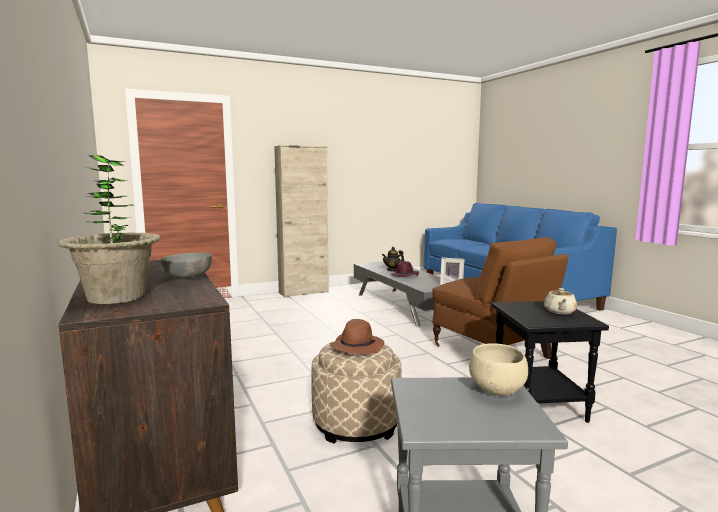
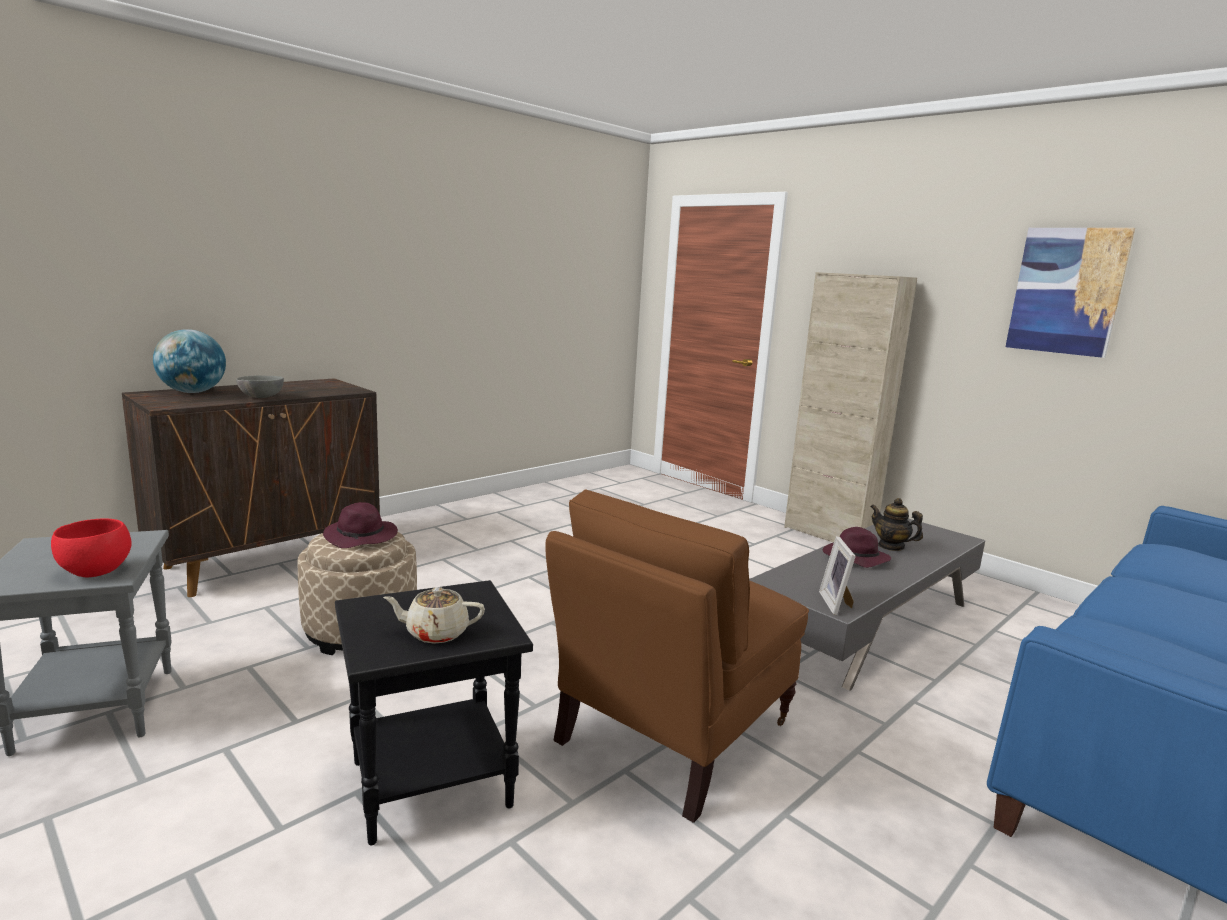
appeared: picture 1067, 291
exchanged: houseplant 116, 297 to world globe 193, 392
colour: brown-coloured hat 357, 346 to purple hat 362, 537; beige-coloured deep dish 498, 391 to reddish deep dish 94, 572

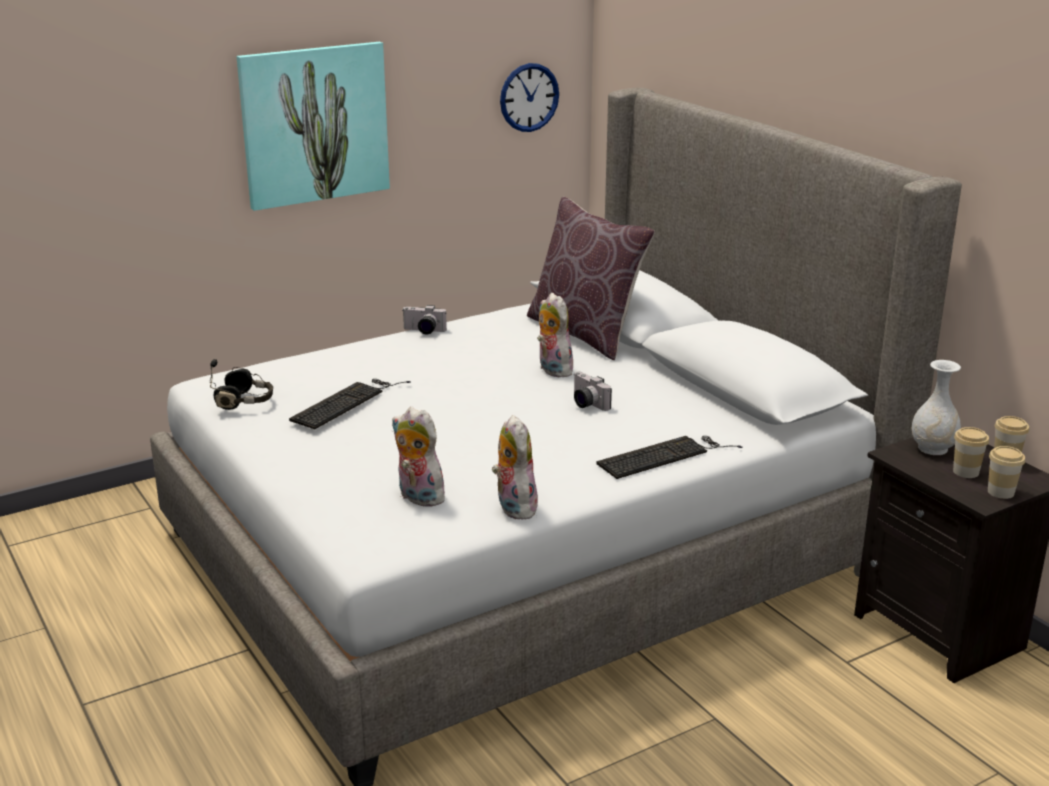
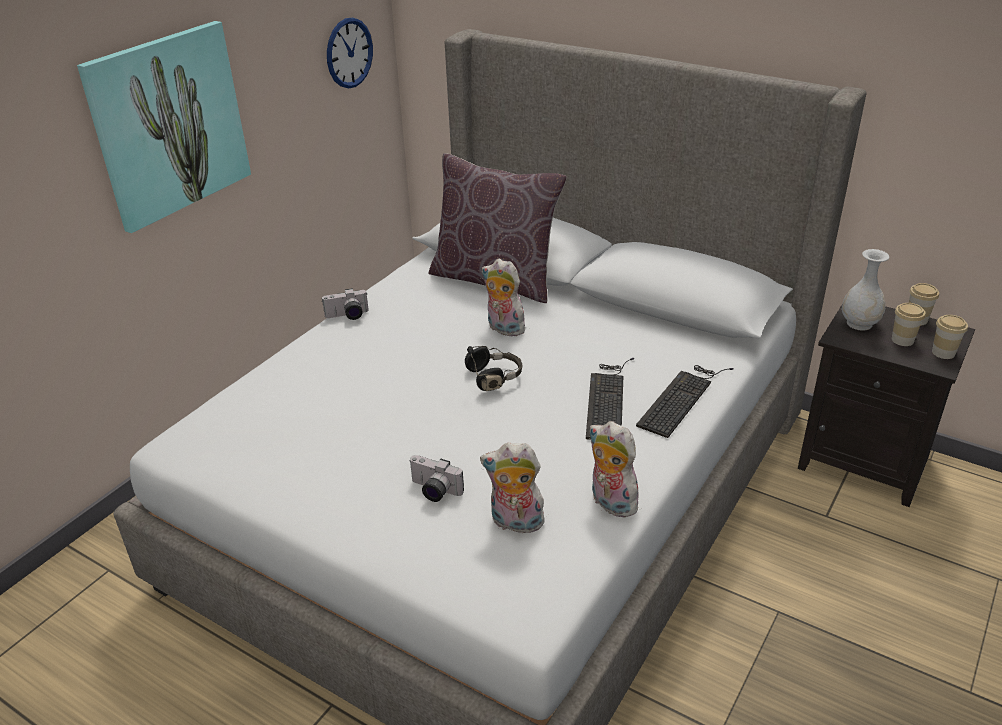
relocated: blackish headphones 245, 402 to 494, 377; keyboard 347, 402 to 607, 399; photo camera 586, 404 to 433, 491

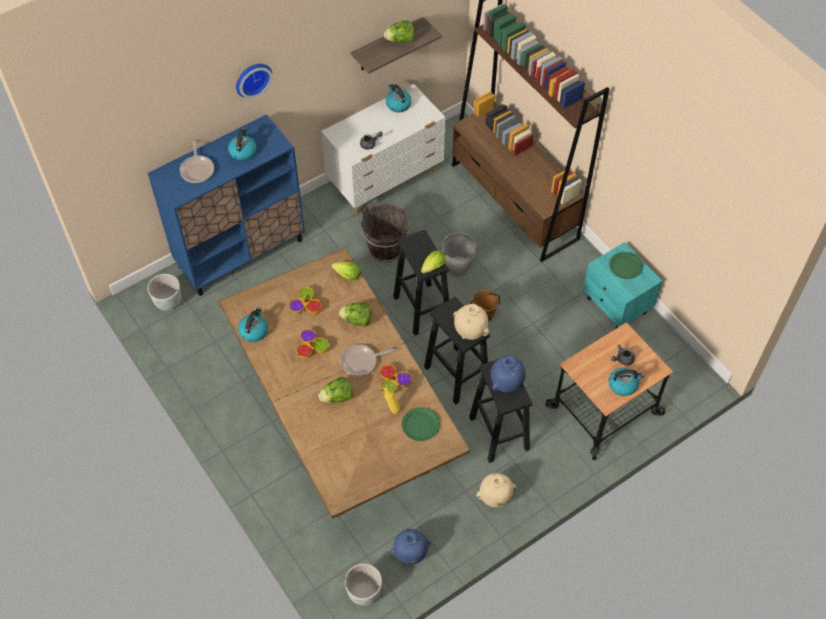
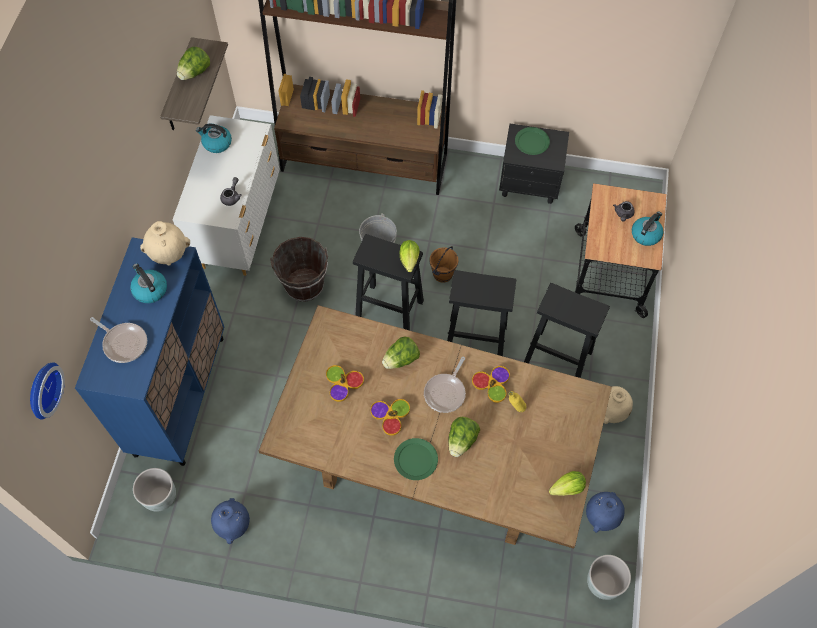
missing: tea kettle 254, 331
relocated: hanging clock 252, 78 to 42, 389; lettuce head 346, 275 to 565, 489; greenish dinner plate 420, 425 to 415, 460; beige-coloured vase 470, 332 to 170, 255; bluish vase 506, 383 to 233, 525
colour: turquoise bedside table 616, 306 to blackish bedside table 530, 184

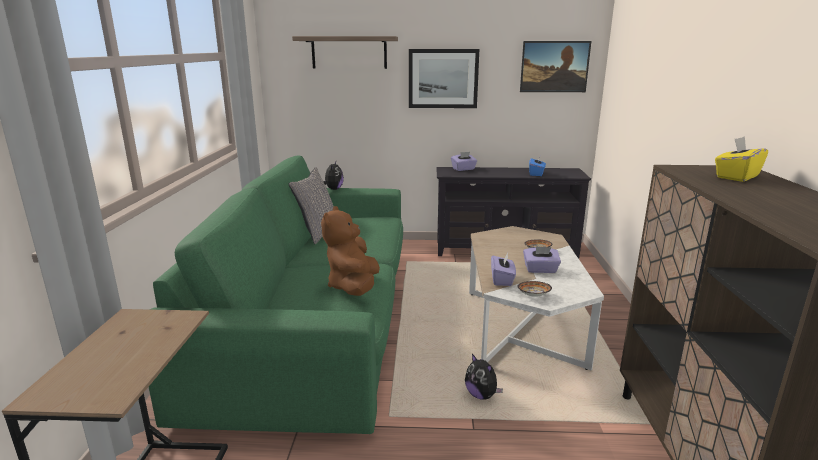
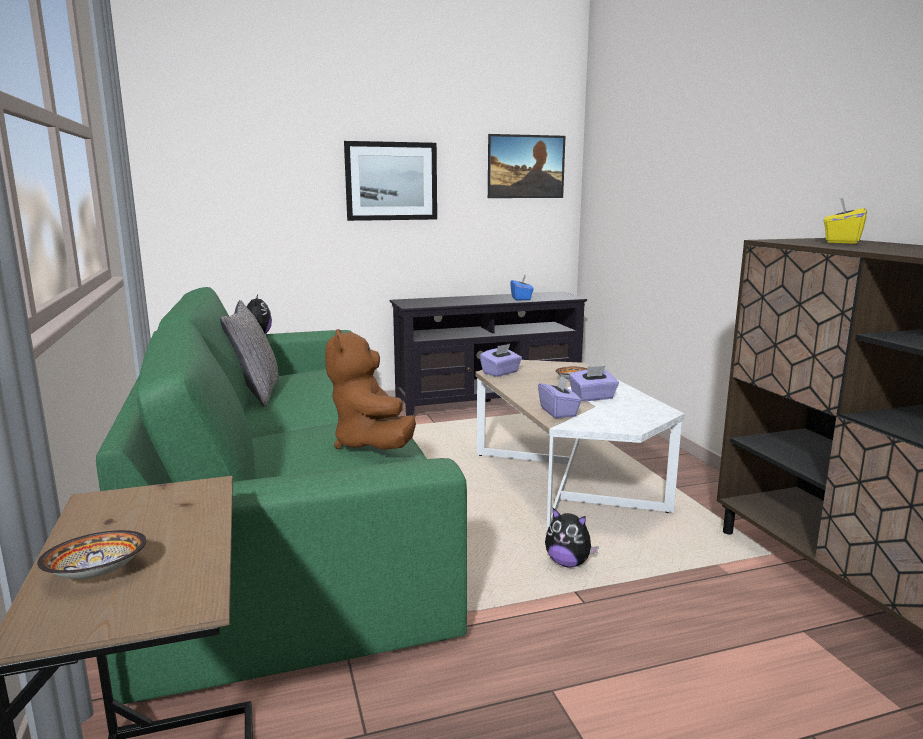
missing: shelf 349, 52
relocated: purple tissue holder 463, 169 to 500, 373; deep dish 534, 295 to 99, 574

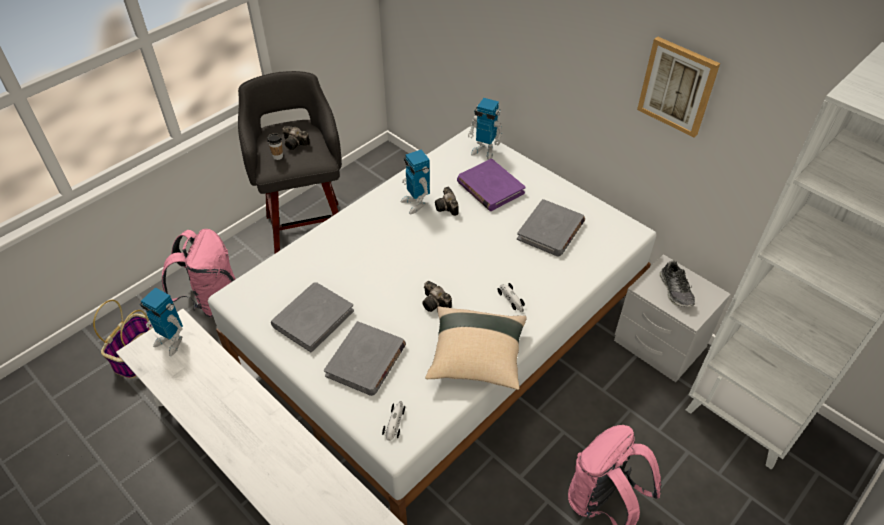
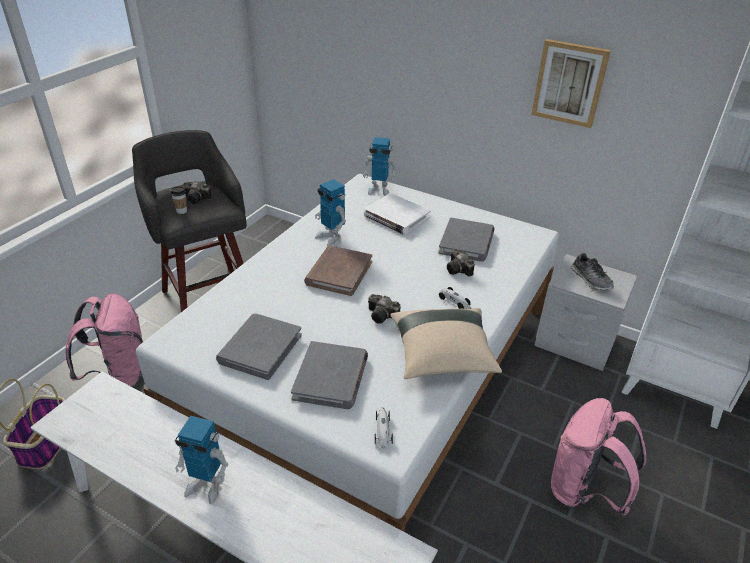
appeared: brown-coloured book 339, 273
relocated: model robot 171, 341 to 206, 485; photo camera 447, 208 to 459, 270
colour: purple book 490, 187 to white book 396, 217

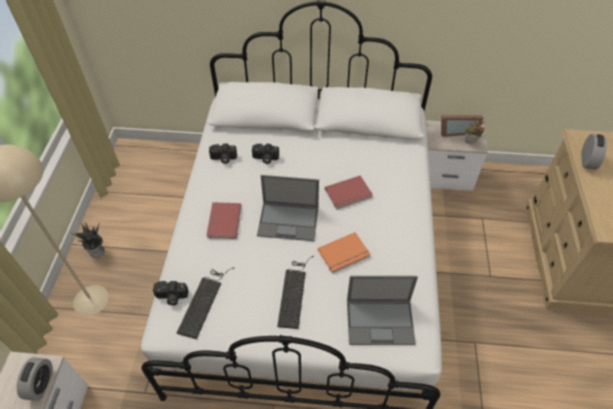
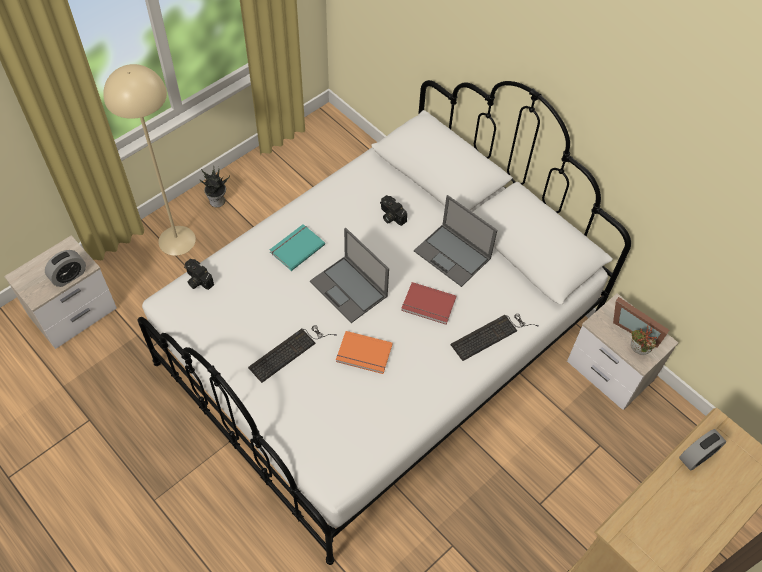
missing: photo camera 223, 158
relocated: keyboard 204, 300 to 492, 335; laptop 381, 321 to 453, 255
colour: reddish book 223, 221 to turquoise book 296, 248

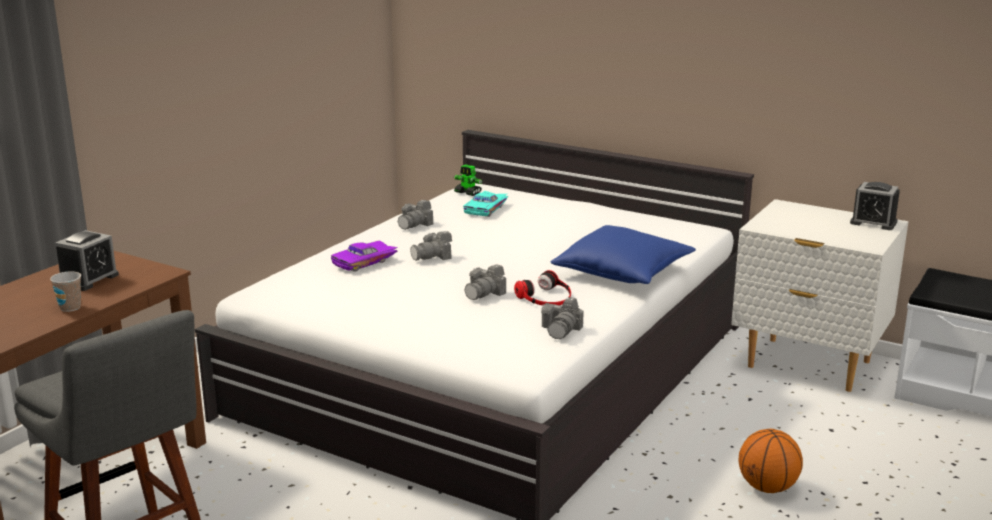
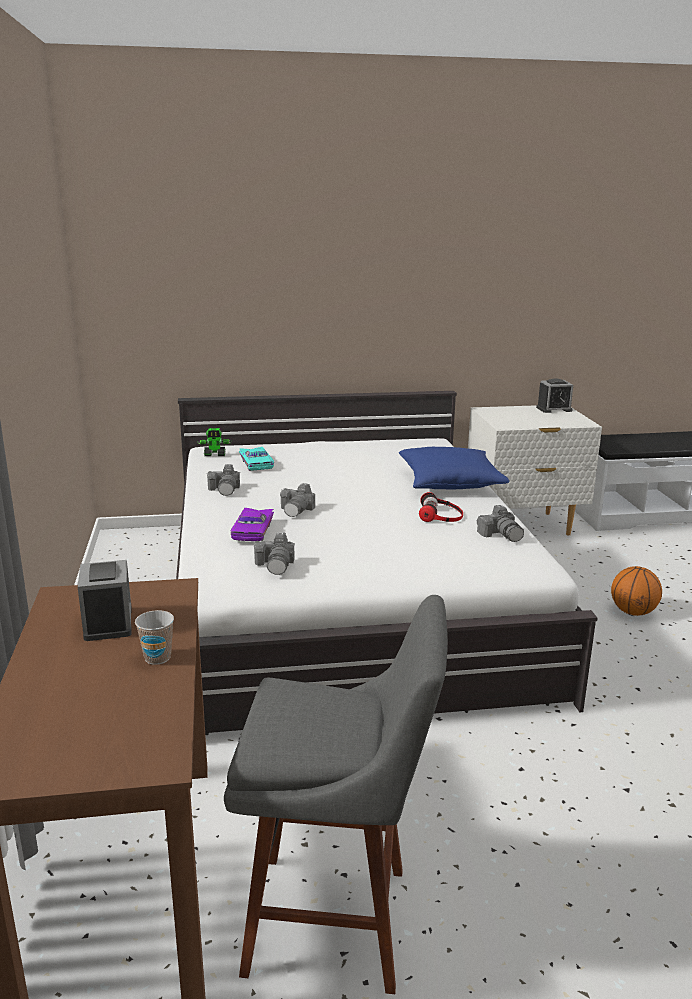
relocated: photo camera 485, 293 to 276, 565

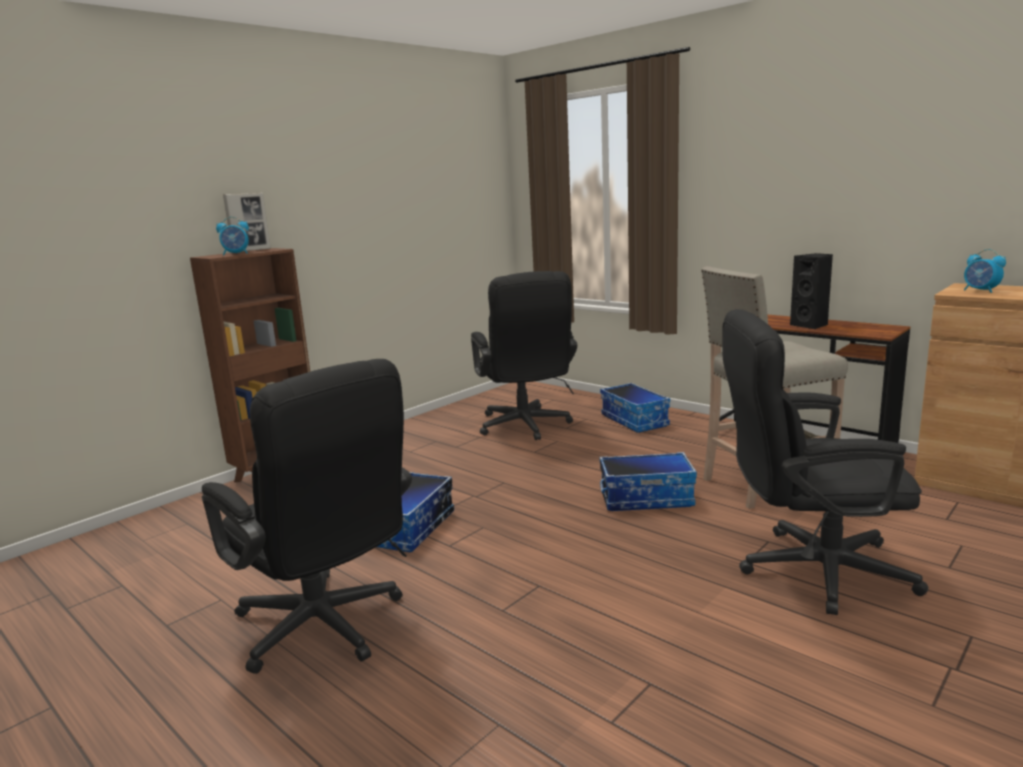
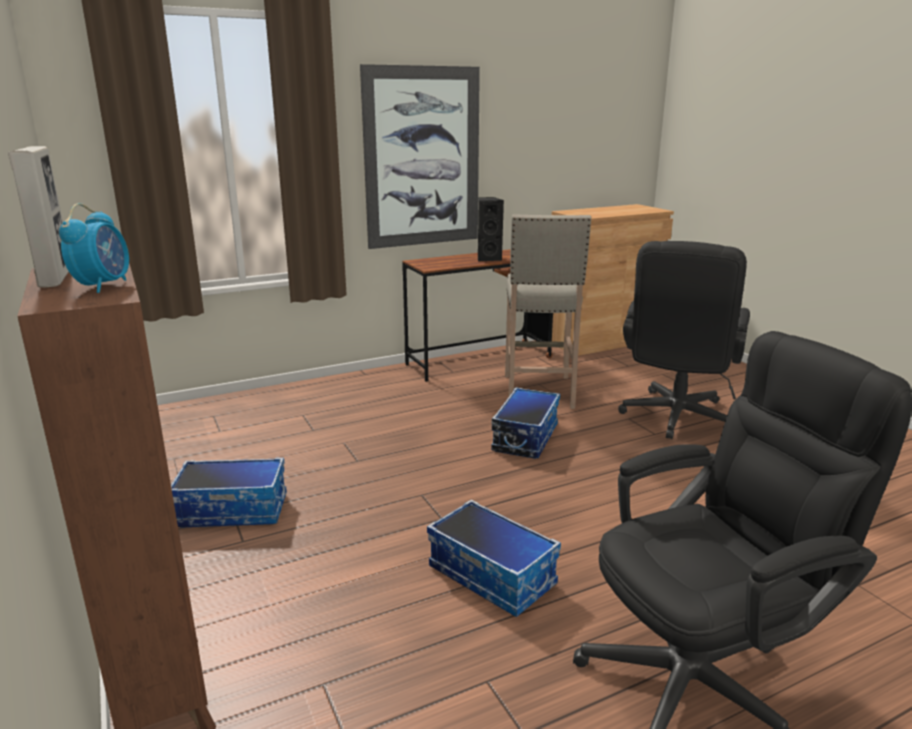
missing: blackish desk chair 526, 427; table clock 981, 291
appeared: picture 422, 158
relocated: storage box 635, 420 to 234, 510

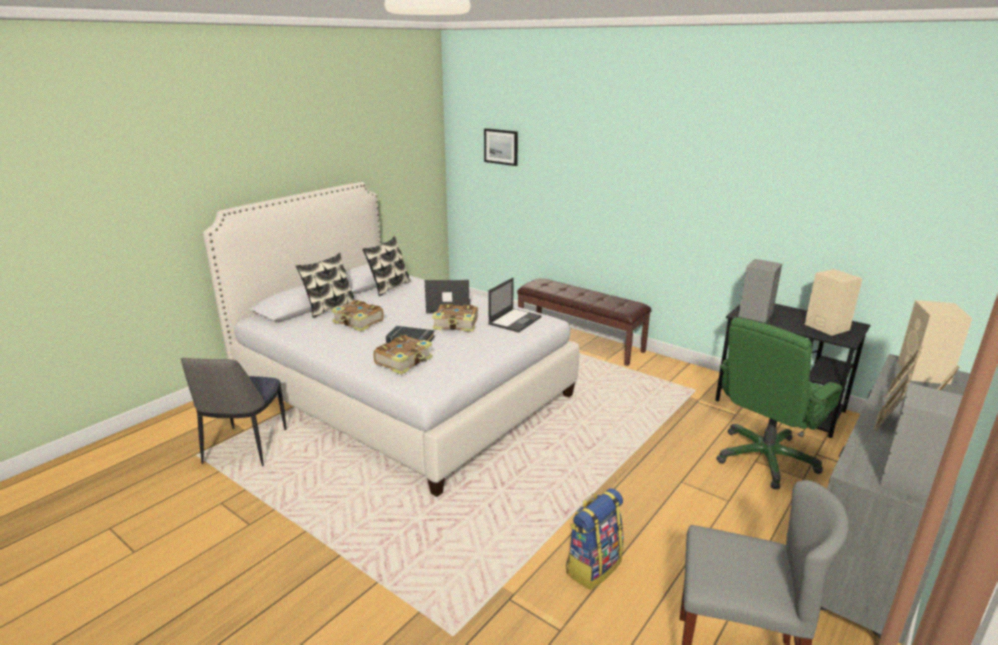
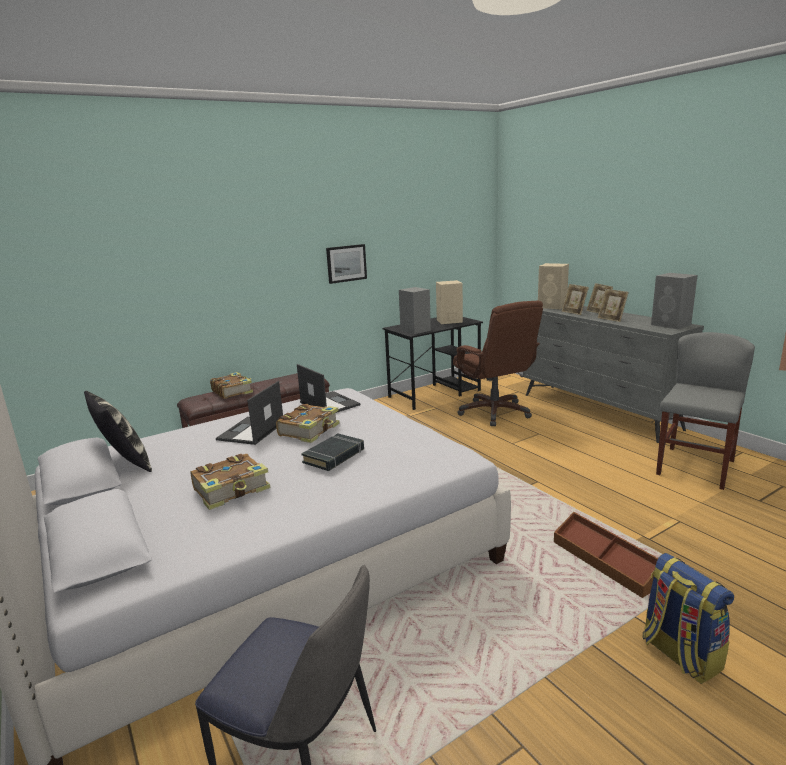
missing: pillow 329, 308
appeared: brown-coloured storage box 605, 563
relocated: book 404, 361 to 232, 391; picture 501, 146 to 346, 263; backpack 593, 566 to 679, 654
colour: greenish desk chair 765, 458 to brown-coloured desk chair 495, 412

